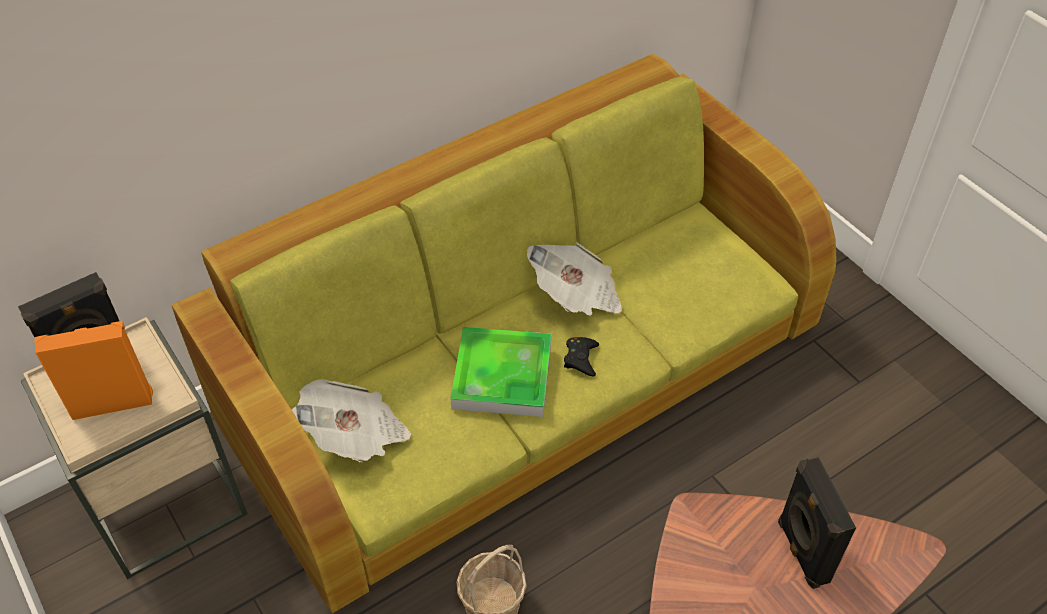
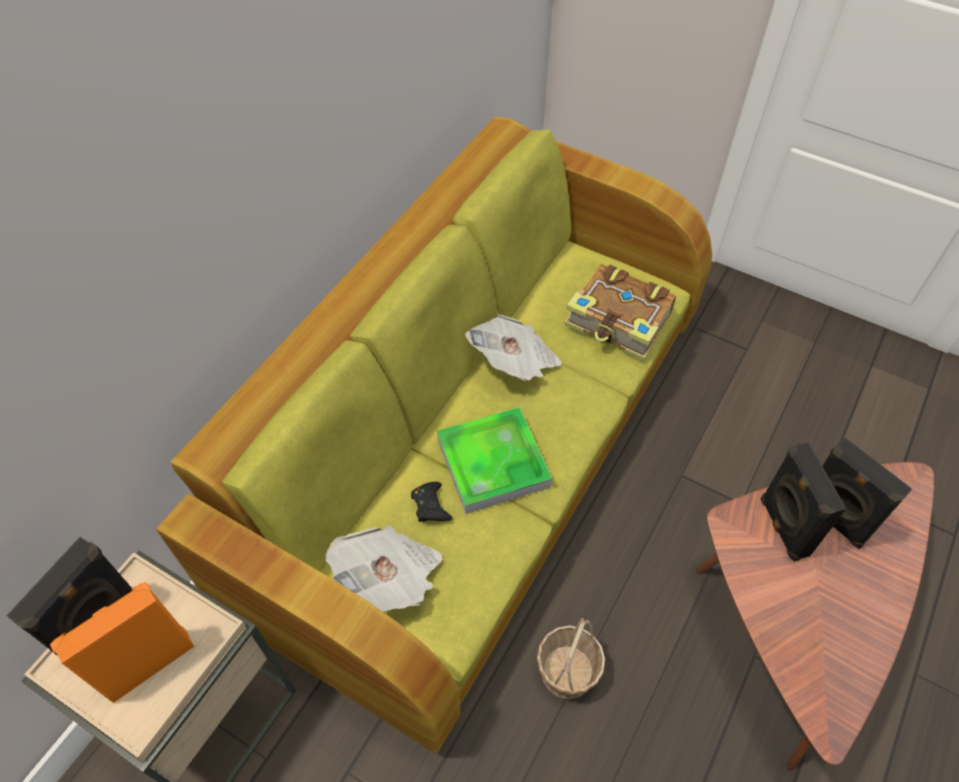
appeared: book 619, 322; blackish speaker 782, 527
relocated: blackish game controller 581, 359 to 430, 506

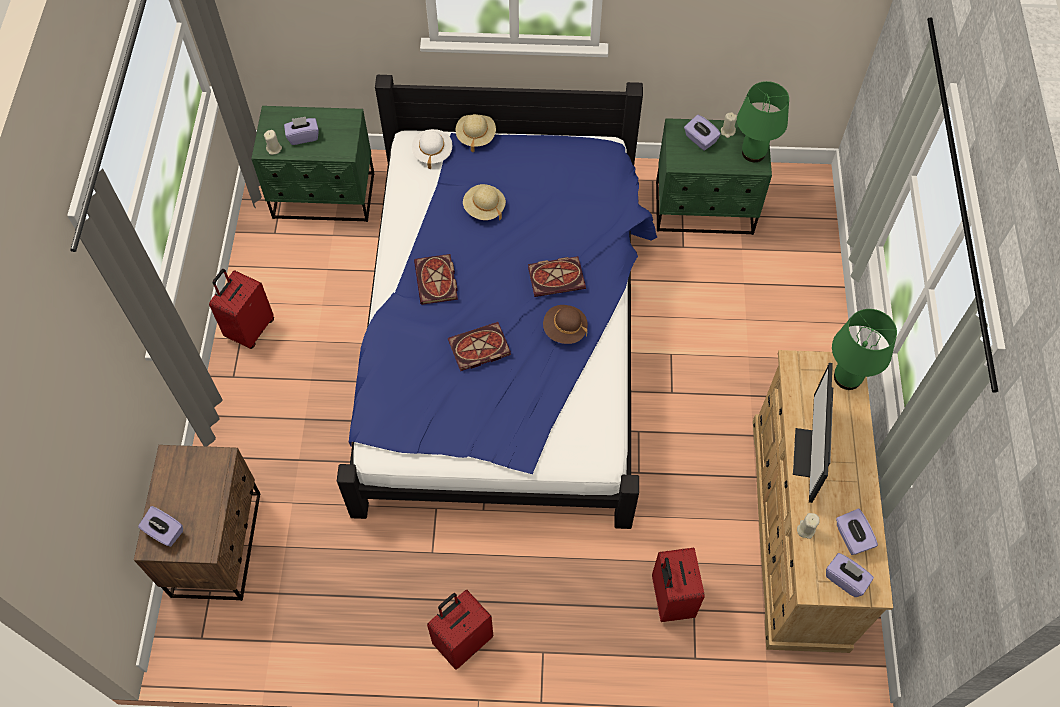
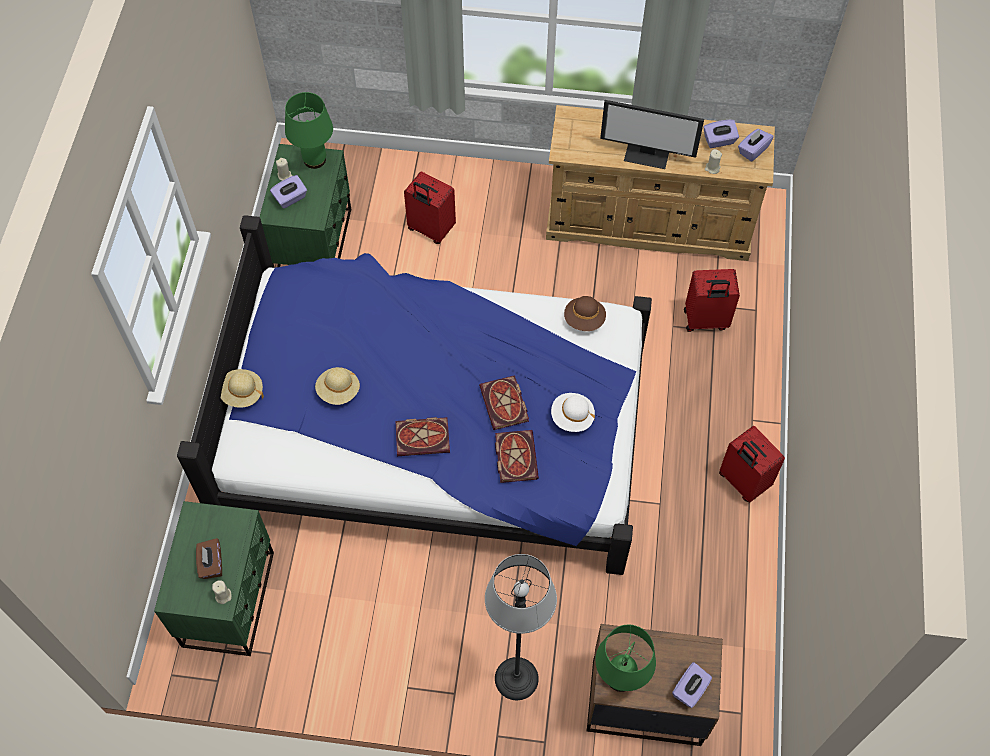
appeared: floor lamp 516, 678
relocated: reddish travel case 250, 329 to 430, 230; white hat 432, 152 to 572, 417; book 557, 277 to 515, 456; brown-coloured hat 564, 330 to 584, 320; greenish tabletop lamp 846, 377 to 620, 678
colour: purple tissue holder 303, 136 to brown-coloured tissue holder 211, 564

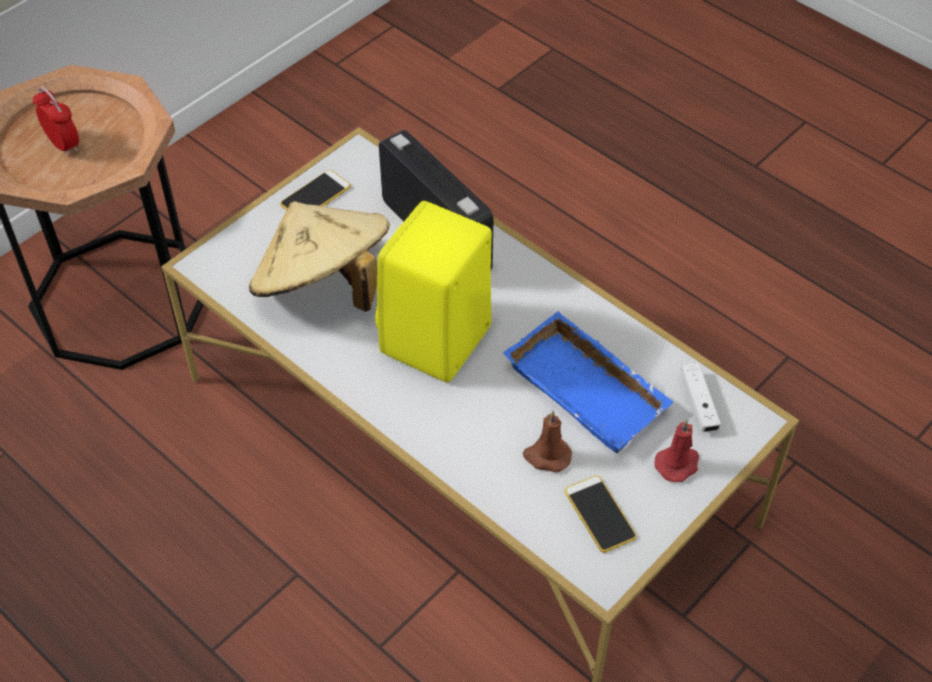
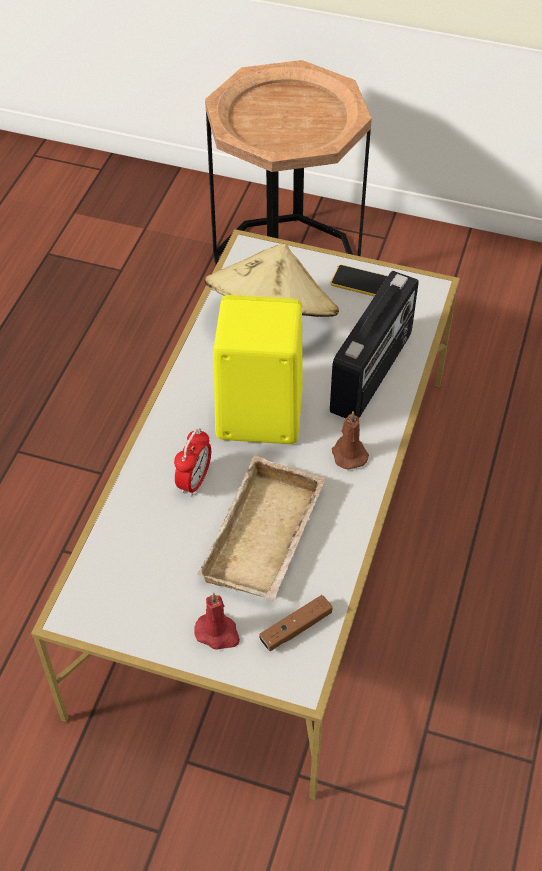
missing: telephone 599, 514
relocated: table clock 63, 144 to 194, 481; brown-coloured candle 546, 456 to 348, 453
colour: bluish serving tray 590, 389 to beige-coloured serving tray 266, 539; white game controller 698, 403 to brown-coloured game controller 296, 628

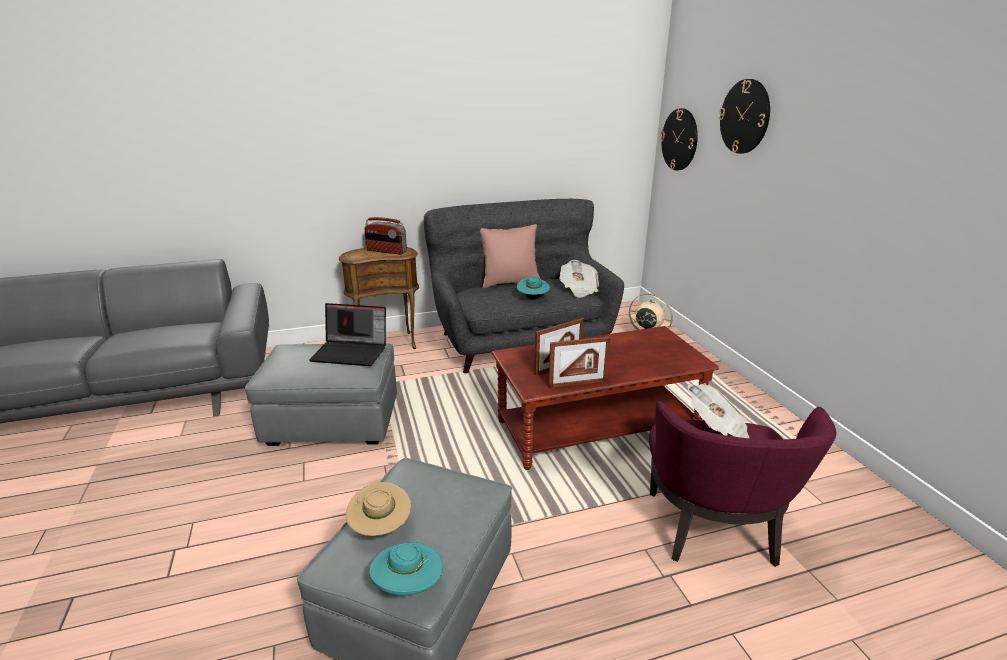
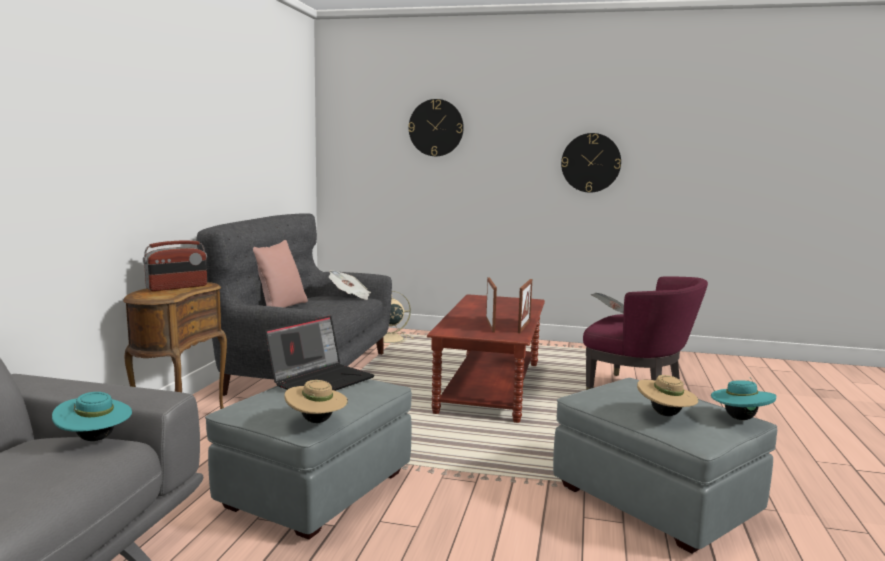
appeared: beige-coloured hat 316, 422
relocated: turquoise hat 533, 298 to 95, 439; hanging clock 679, 139 to 590, 163

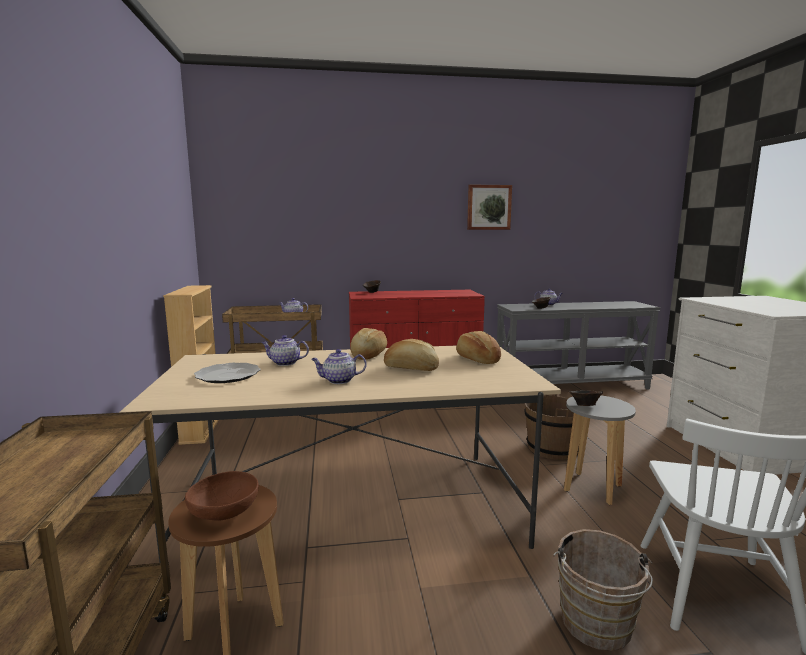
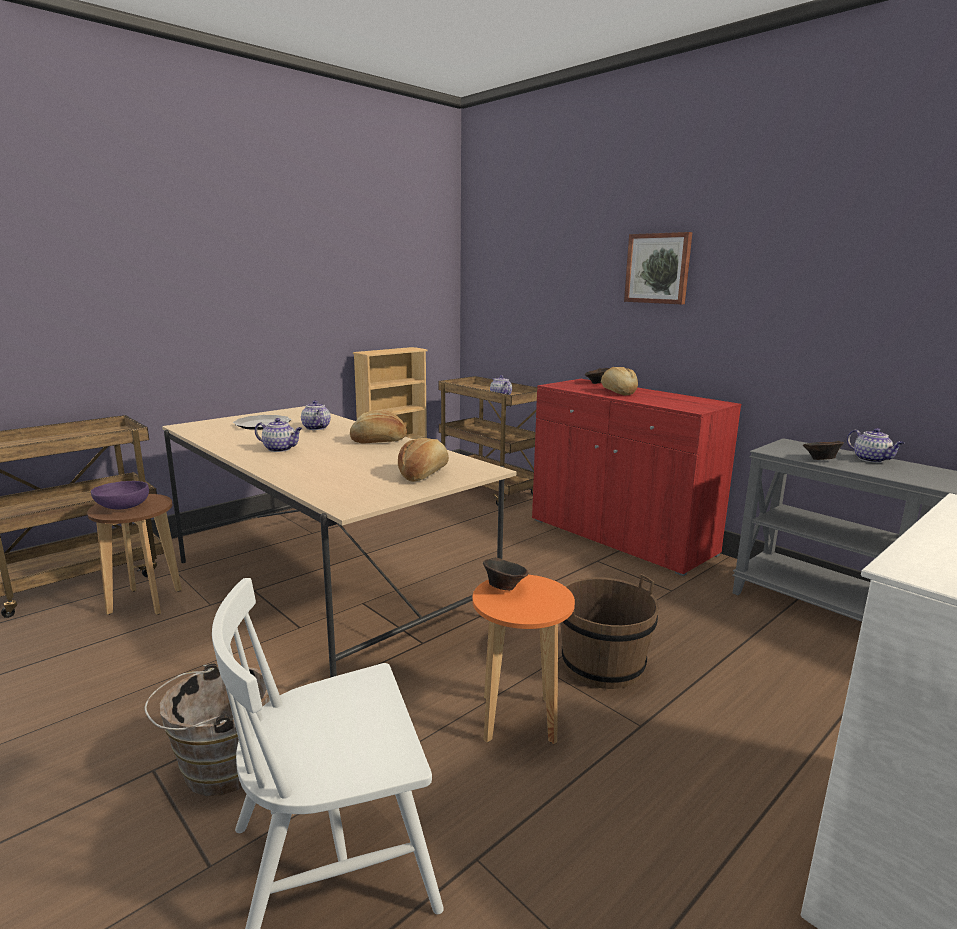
relocated: bread 411, 368 to 618, 392; picture 488, 207 to 658, 268
colour: brown-coloured deep dish 225, 514 to purple deep dish 122, 508; grey sitting stool 593, 488 to orange-coloured sitting stool 519, 720
spun: tea pot 338, 381 = 280, 449 150 degrees clockwise

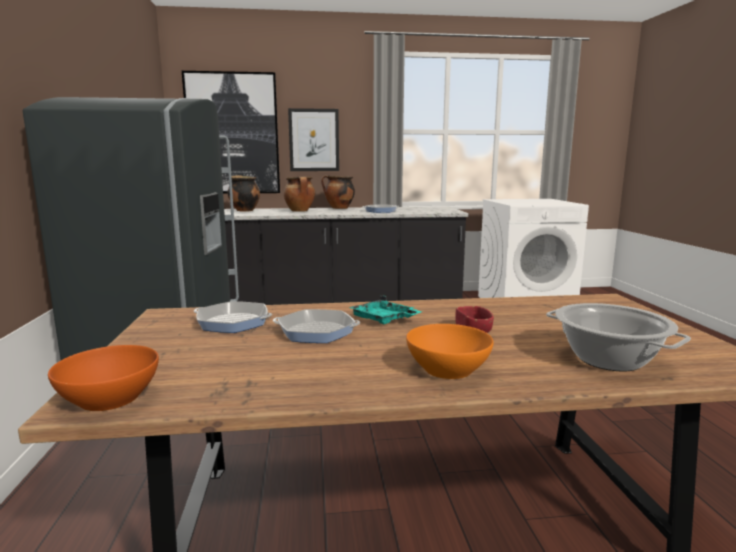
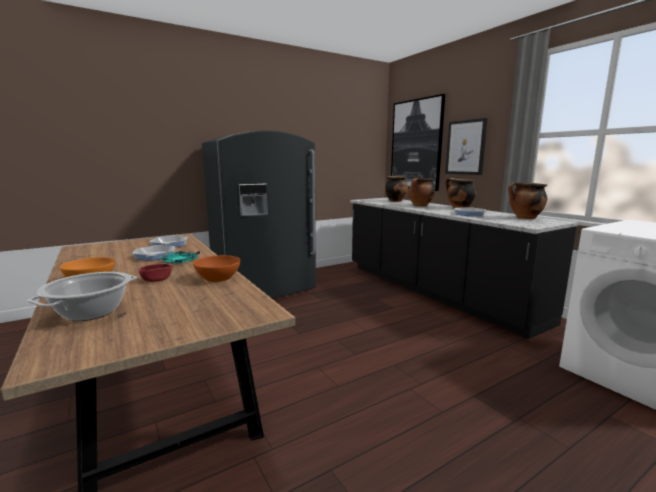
appeared: cooking pot 525, 218
relocated: orange-coloured deep dish 109, 398 to 218, 278

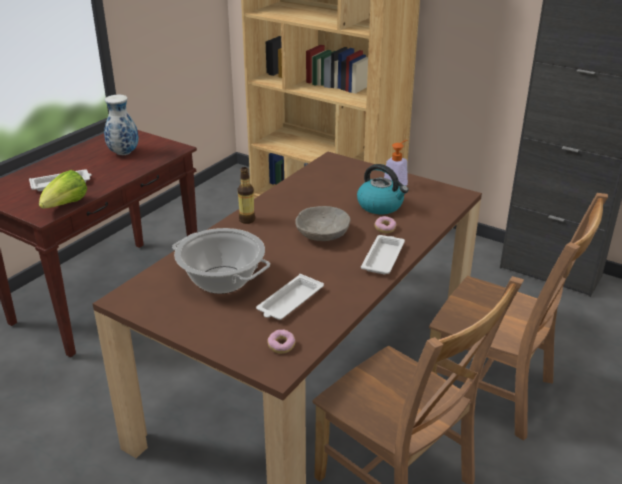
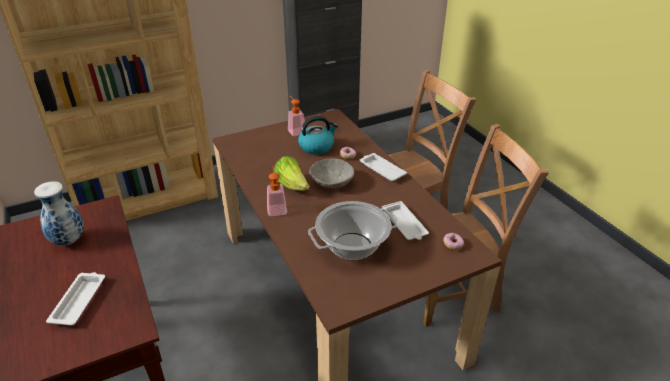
relocated: lettuce head 65, 206 to 292, 186
exchanged: drink bottle 247, 220 to liquid soap bottle 276, 208

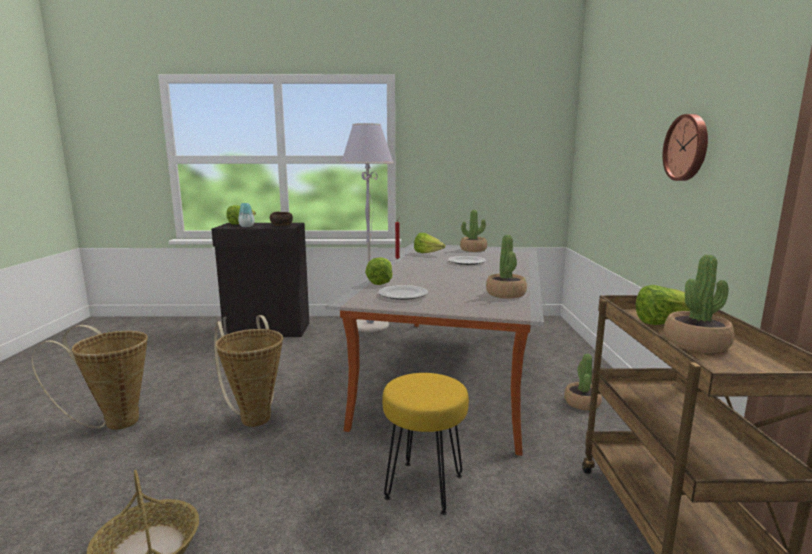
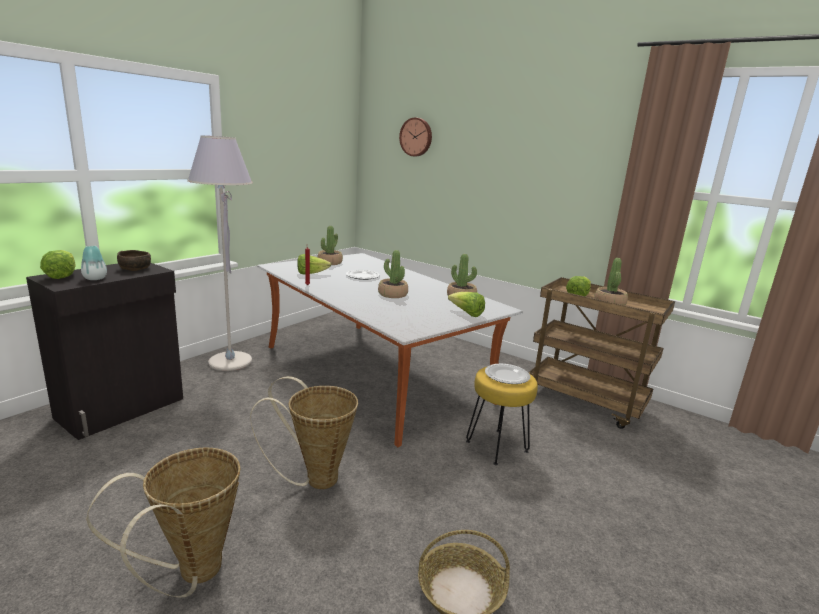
relocated: lettuce head 380, 282 to 466, 314; dinner plate 403, 295 to 507, 376; houseplant 582, 403 to 392, 294; hanging clock 687, 148 to 416, 137

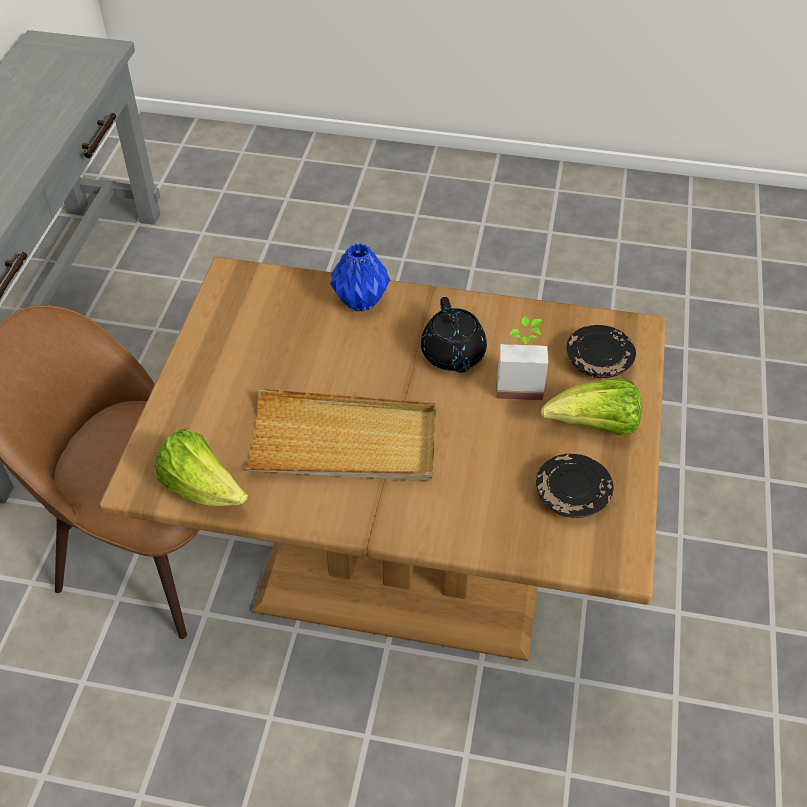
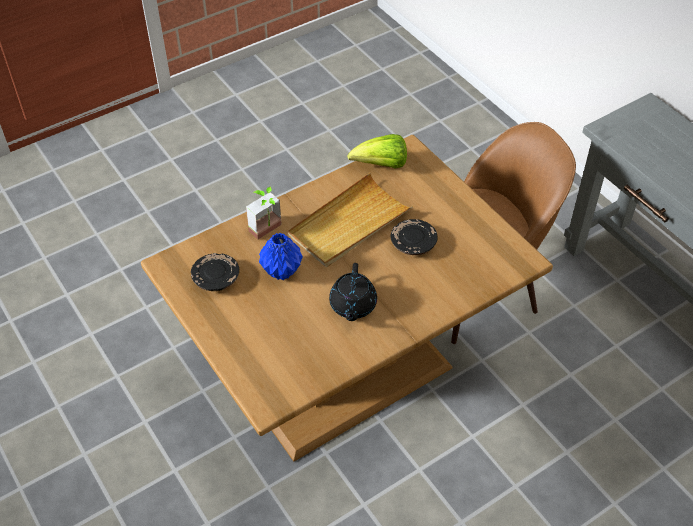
missing: lettuce head 595, 427
relocated: bluish vase 361, 300 to 282, 272; houseplant 519, 383 to 269, 231; blackish dinner plate 599, 360 to 413, 243
spun: blackish tea pot 453, 355 = 352, 305 120 degrees counterclockwise

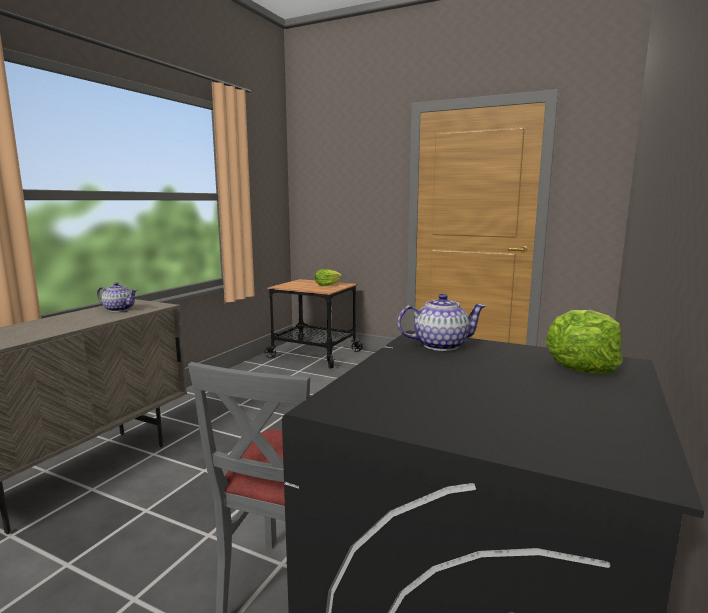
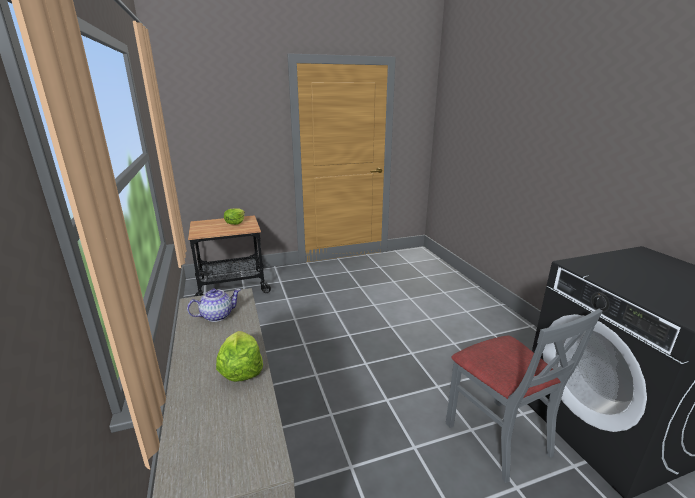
missing: tea pot 440, 345
relocated: lettuce head 581, 365 to 240, 369

